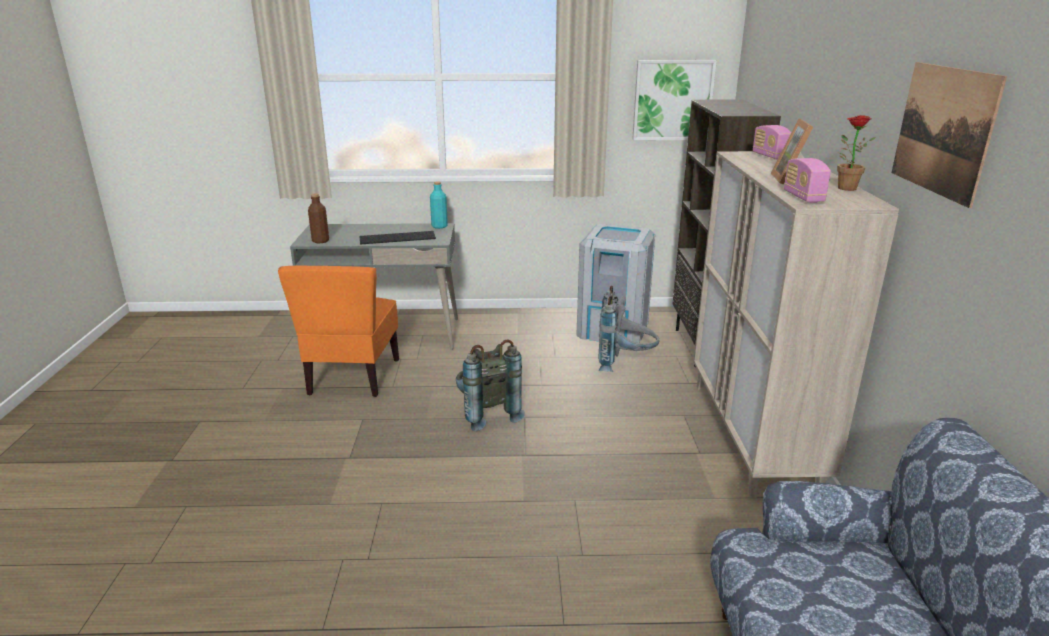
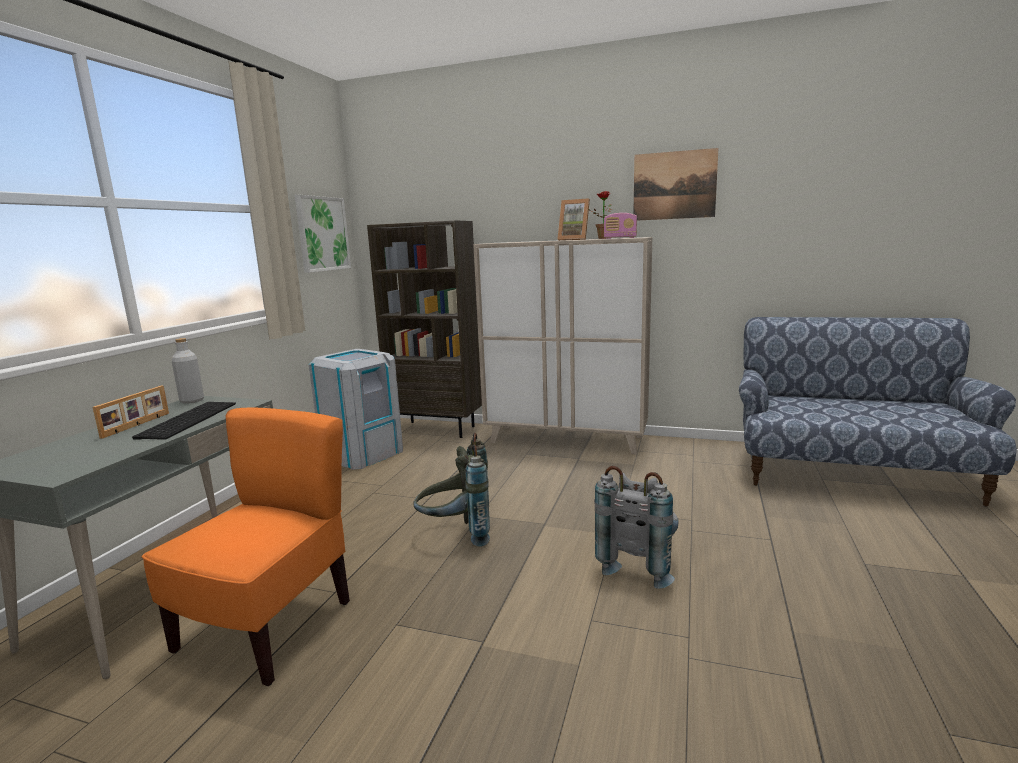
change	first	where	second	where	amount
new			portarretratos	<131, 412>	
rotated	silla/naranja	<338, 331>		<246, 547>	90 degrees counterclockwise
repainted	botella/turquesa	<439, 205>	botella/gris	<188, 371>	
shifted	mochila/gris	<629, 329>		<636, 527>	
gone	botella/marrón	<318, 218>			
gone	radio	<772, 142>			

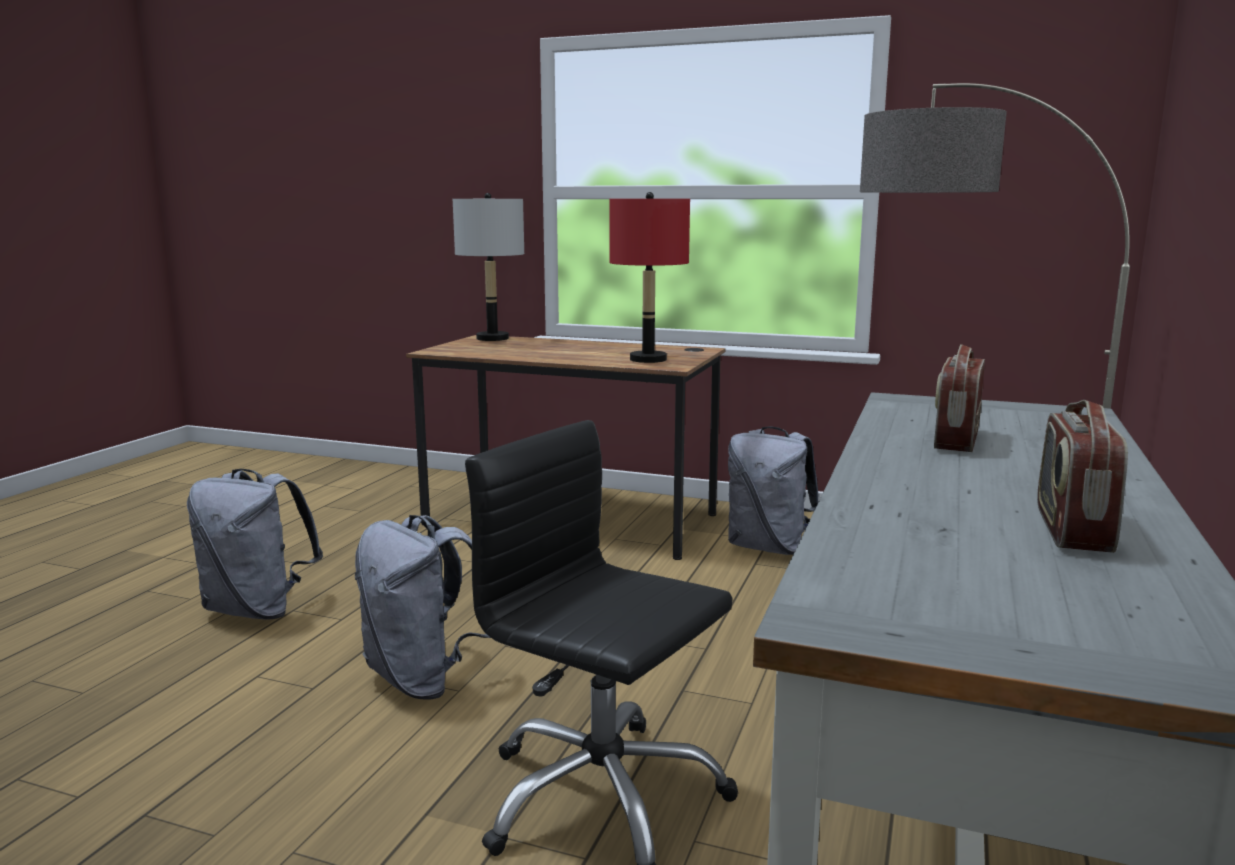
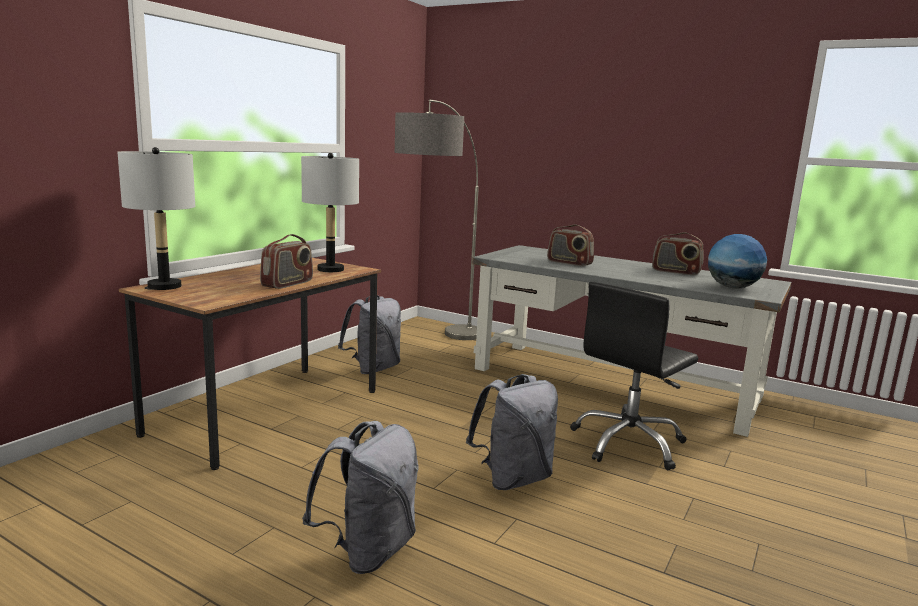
change	first	where	second	where	amount
new			radio	<286, 261>	
repainted	lámpara de mesa/rojo	<649, 277>	lámpara de mesa/gris	<330, 212>	
new			globo terráqueo	<737, 261>	

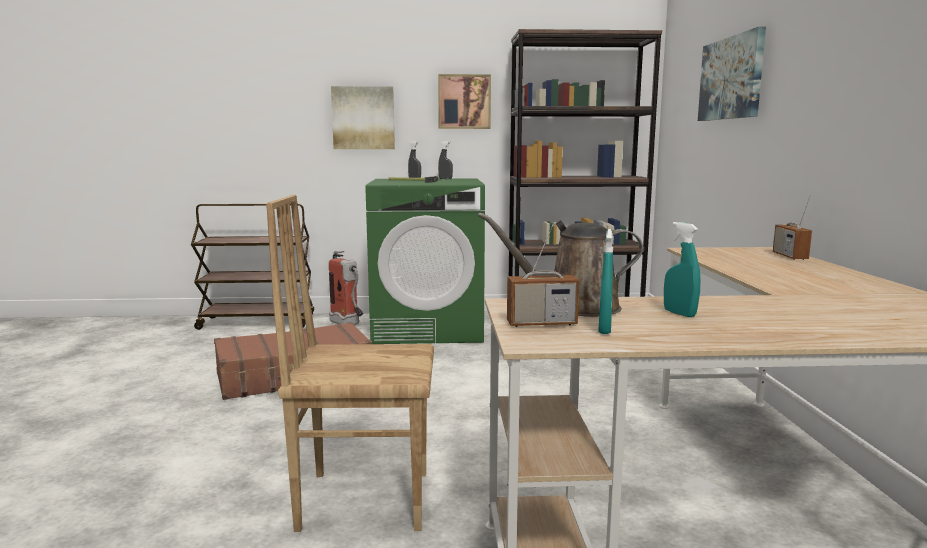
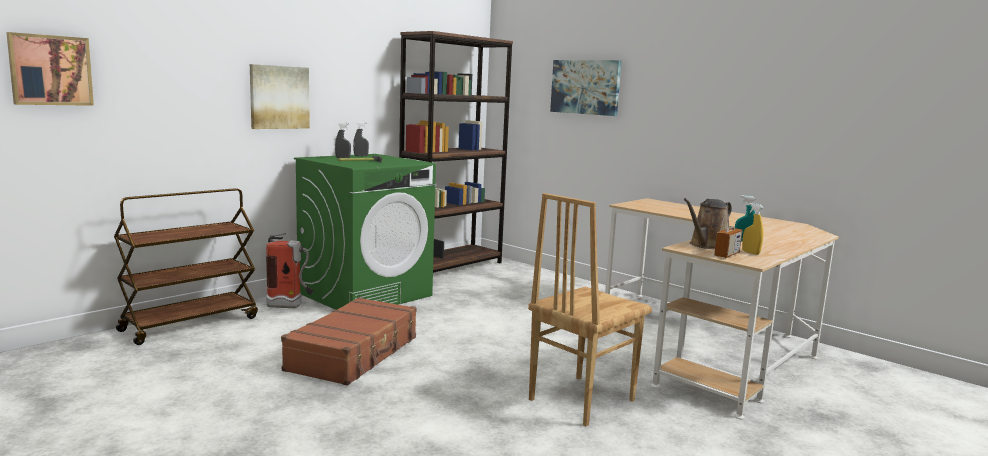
change	first	where	second	where	amount
shifted	cuadro	<464, 101>		<50, 69>	
repainted	pulverizador/turquesa	<605, 281>	pulverizador/amarillo	<752, 229>	
gone	radio	<792, 227>			

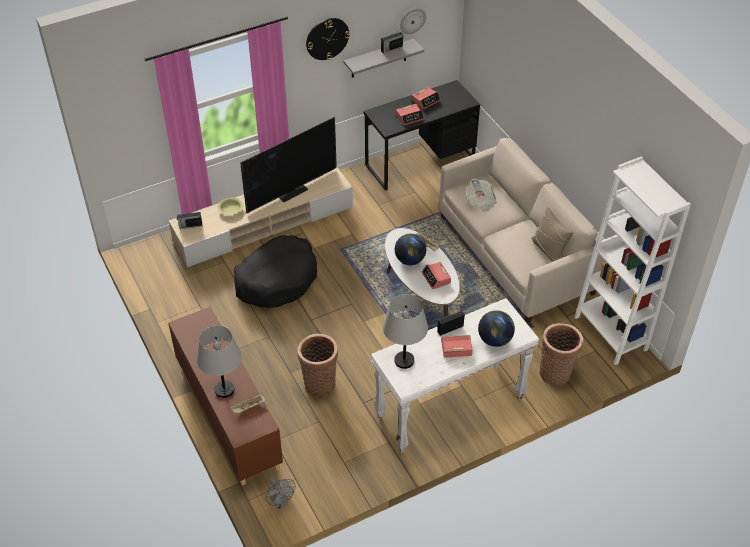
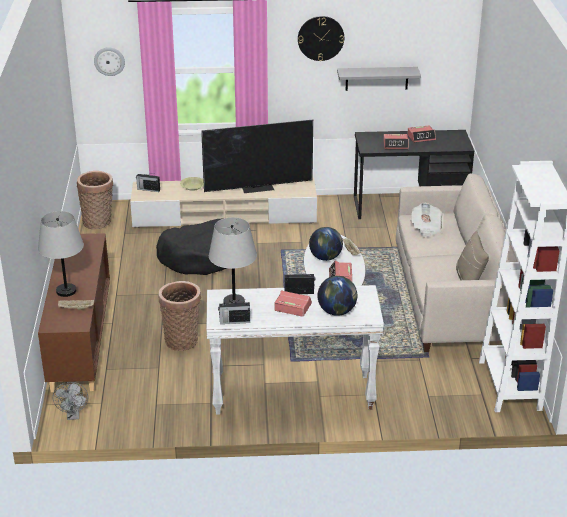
change	first	where	second	where	amount
shifted	cesta	<561, 354>		<95, 200>	
shifted	reloj de pared	<413, 21>		<109, 61>	
shifted	radio	<392, 42>		<234, 311>	

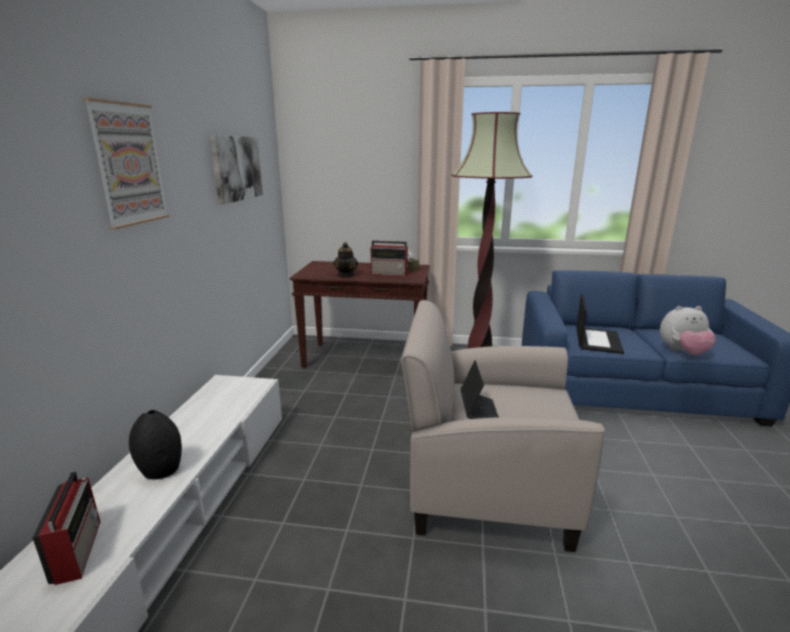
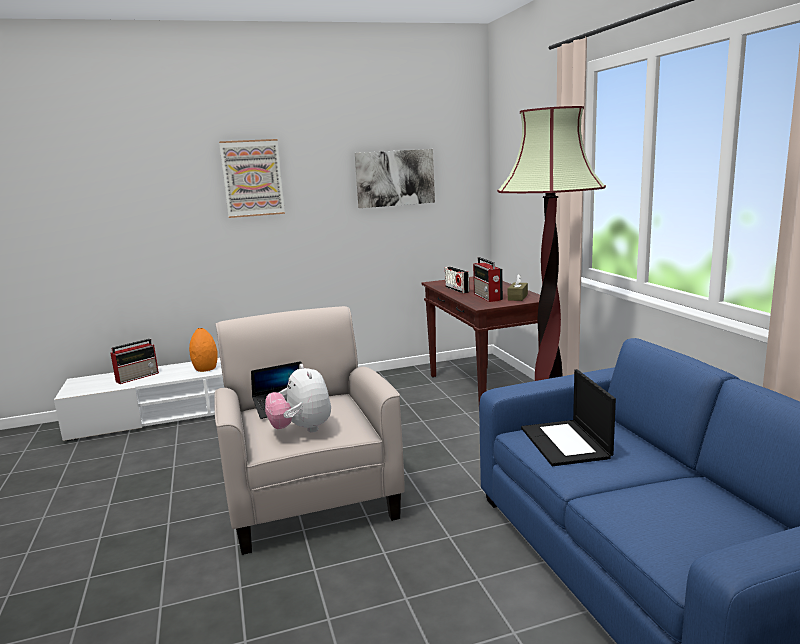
change	first	where	second	where	amount
repainted	florero/negro	<155, 444>	florero/naranja	<203, 350>	
shifted	peluche	<688, 330>		<298, 398>	
swapped	tetera	<345, 259>	radio	<457, 279>	
rotated	portátil	<600, 324>		<568, 417>	90 degrees clockwise

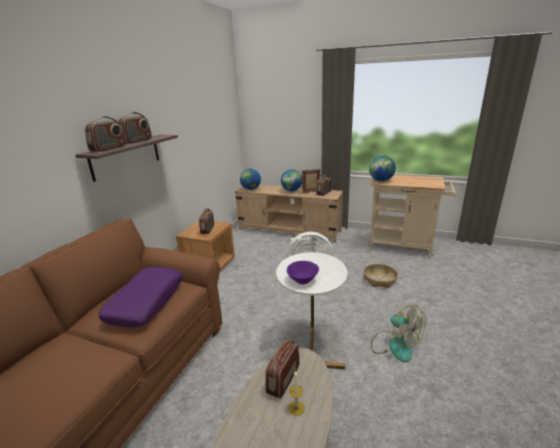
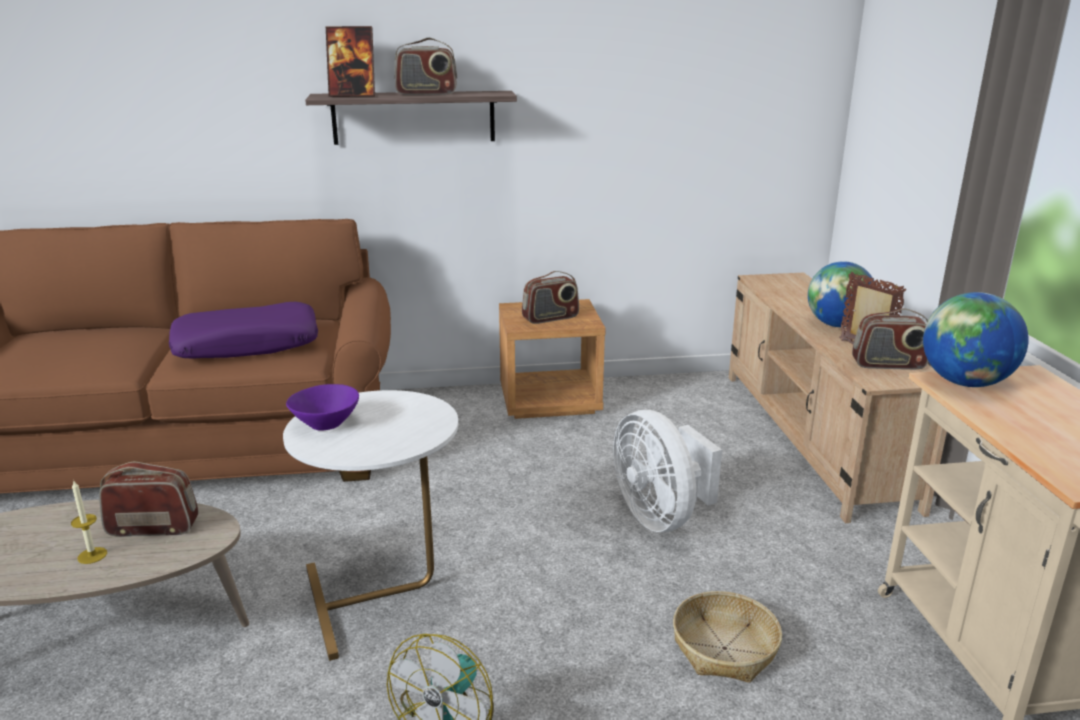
change	first	where	second	where	amount
swapped	radio	<105, 134>	portarretratos	<350, 61>	
gone	globo terráqueo	<250, 179>			

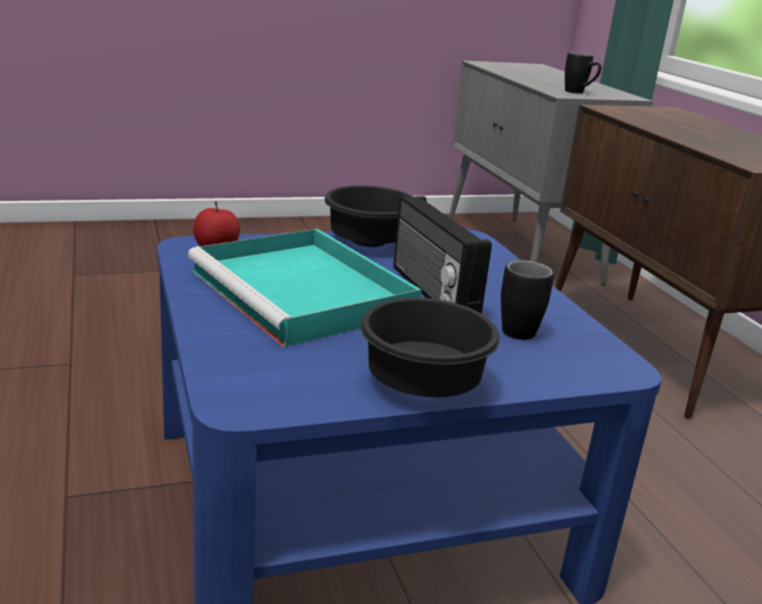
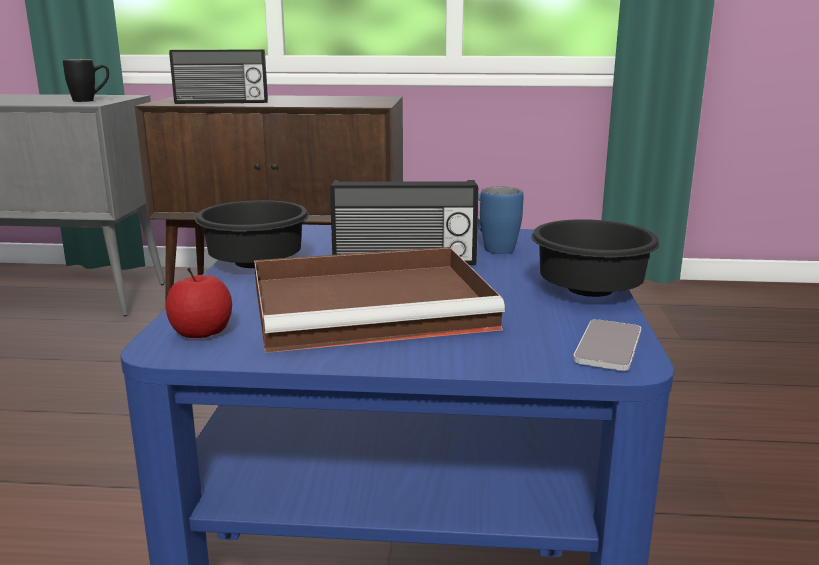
change	first	where	second	where	amount
new			radio	<218, 76>	
repainted	bandeja/turquesa	<305, 288>	bandeja/marrón	<379, 300>	
repainted	taza grande/negro	<527, 300>	taza grande/azul	<500, 220>	
new			móvil	<607, 345>	

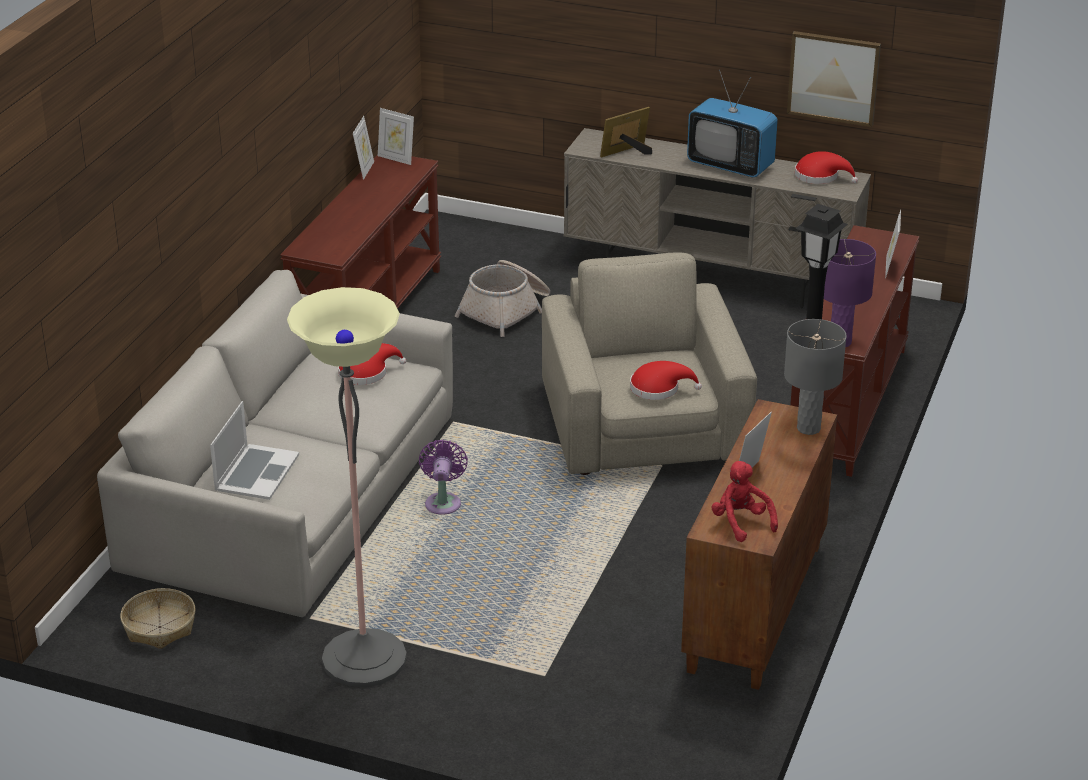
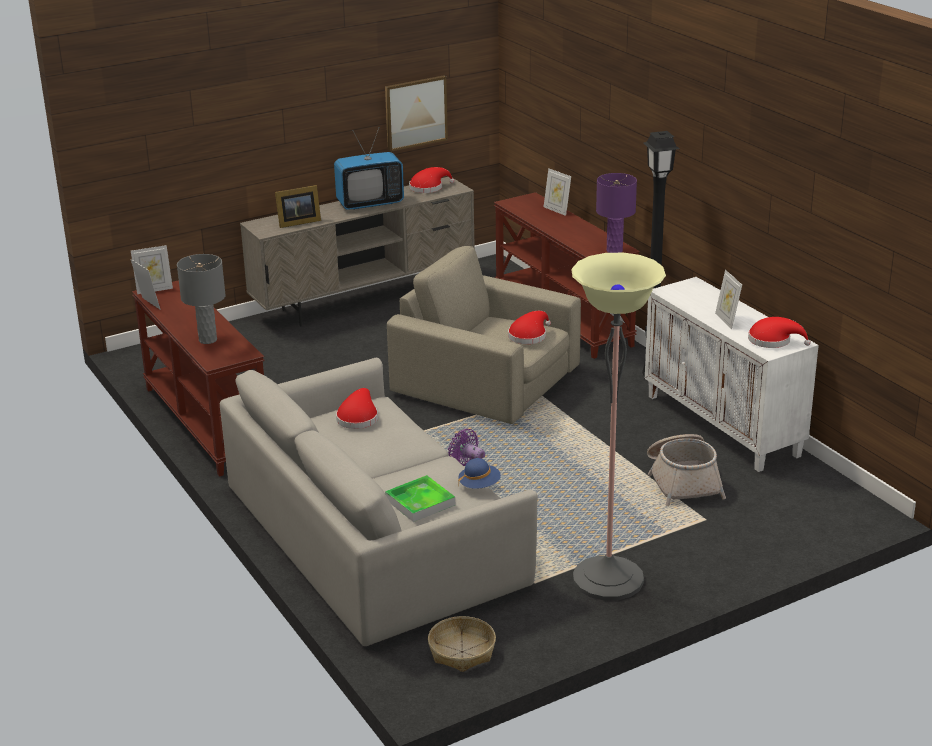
change	first	where	second	where	amount
shifted	lámpara de mesa/gris	<815, 377>		<201, 299>	
rotated	portarretratos	<626, 132>		<298, 206>	120 degrees counterclockwise
swapped	portátil	<254, 450>	bandeja	<420, 498>	
new			sombrero/azul	<479, 473>	
repainted	armario/marrón	<759, 544>	armario/blanco	<732, 374>	
shifted	cesta	<502, 298>		<686, 470>	
swapped	peluche/rojo	<744, 501>	sombrero/rojo	<779, 332>	

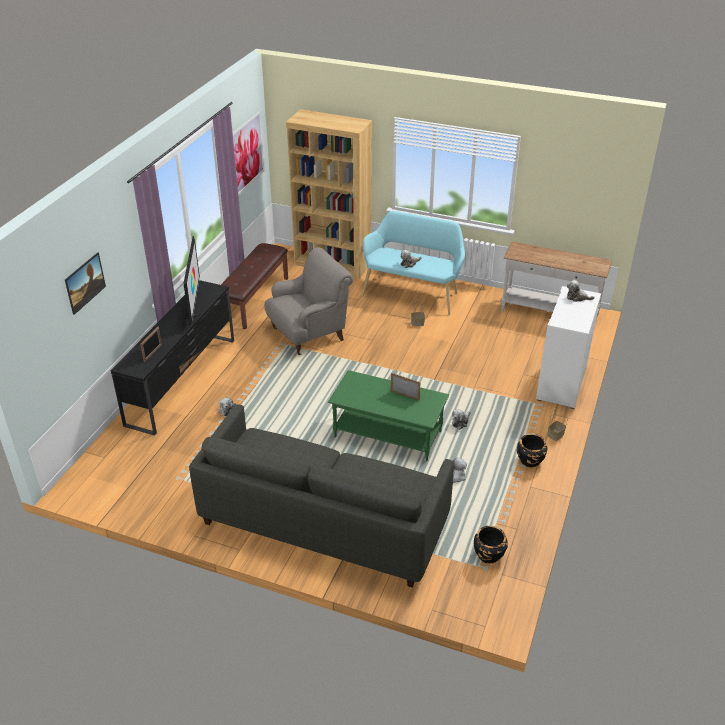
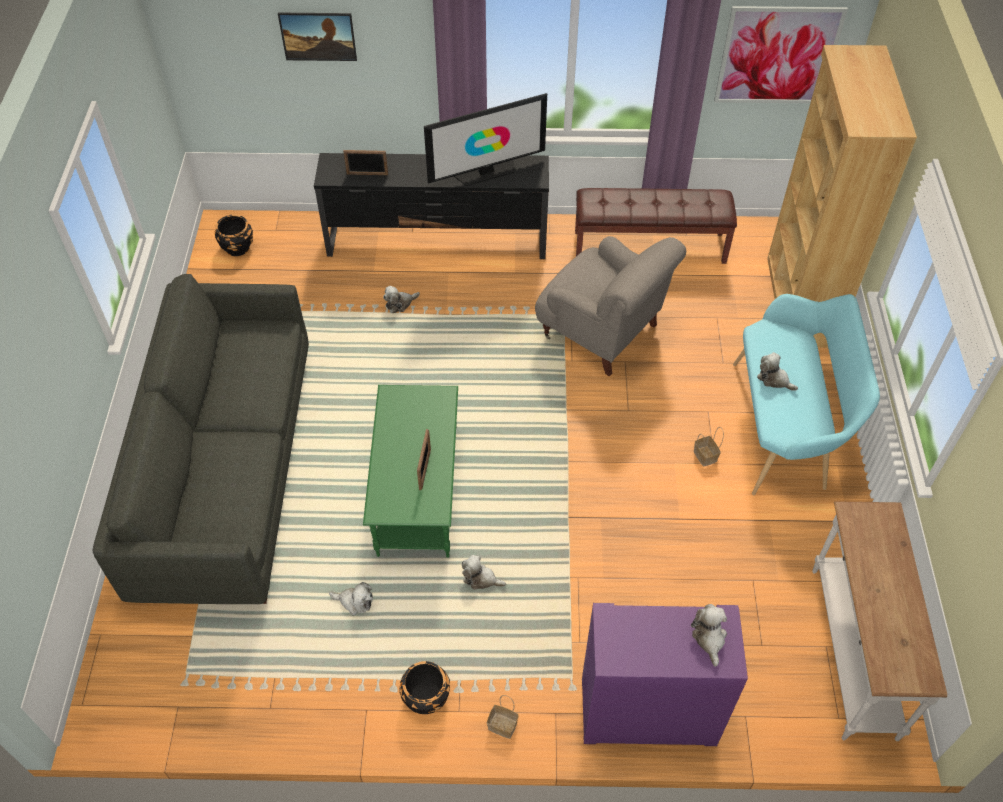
change	first	where	second	where	amount
shifted	maceta/negro	<491, 545>		<234, 235>	
repainted	armario/blanco	<568, 347>	armario/morado	<665, 674>	

